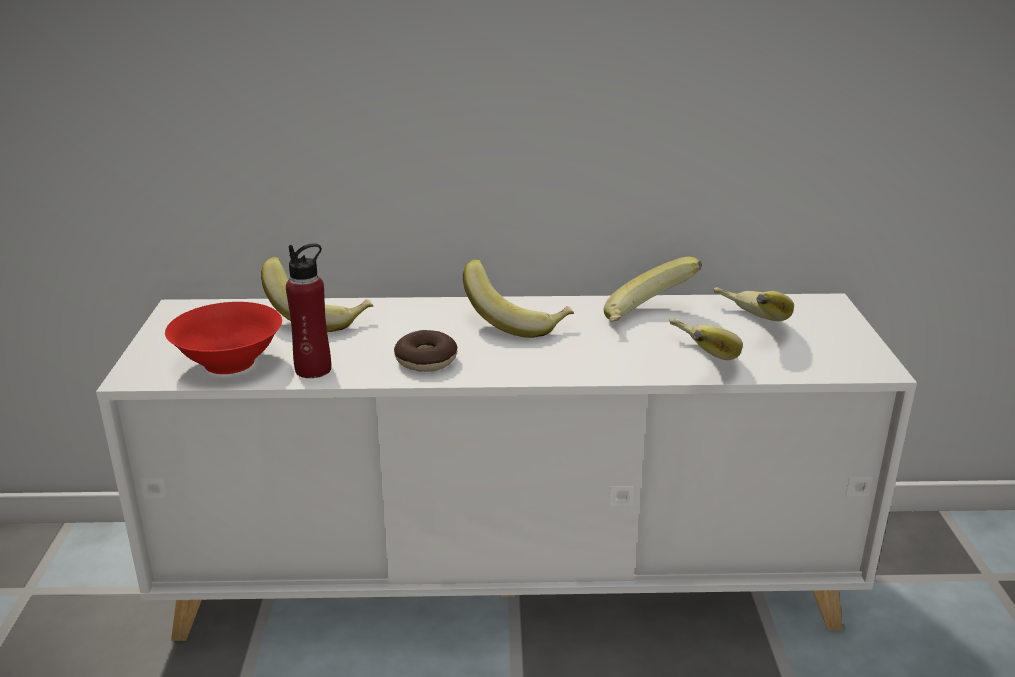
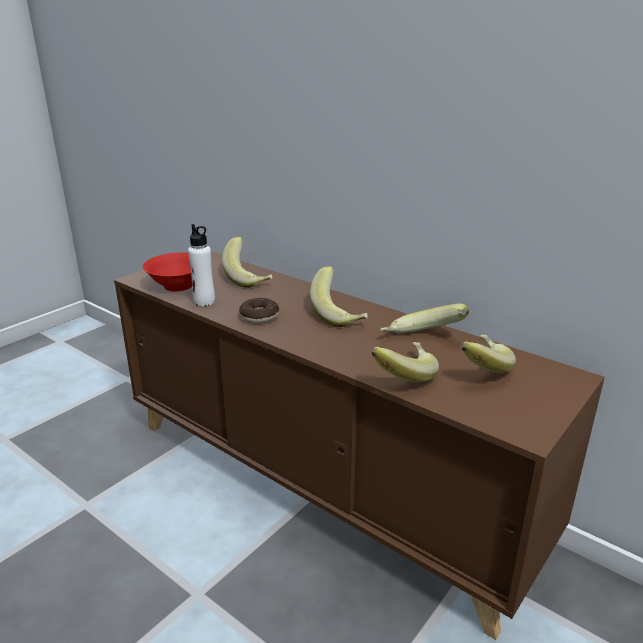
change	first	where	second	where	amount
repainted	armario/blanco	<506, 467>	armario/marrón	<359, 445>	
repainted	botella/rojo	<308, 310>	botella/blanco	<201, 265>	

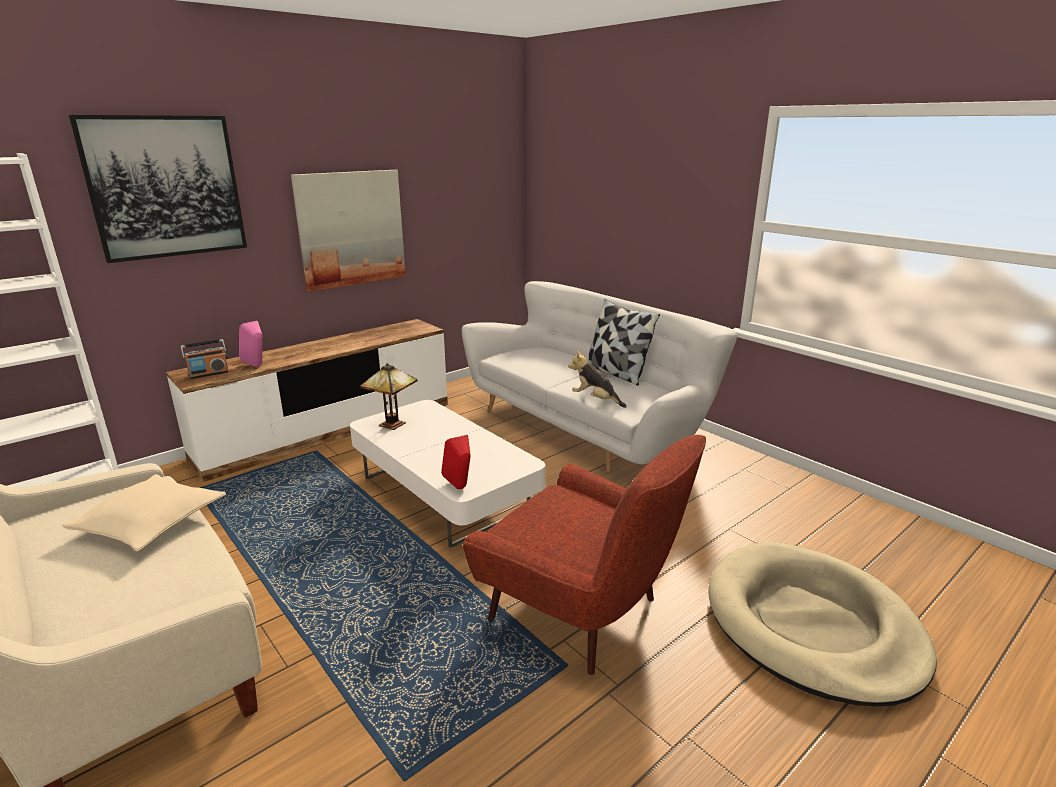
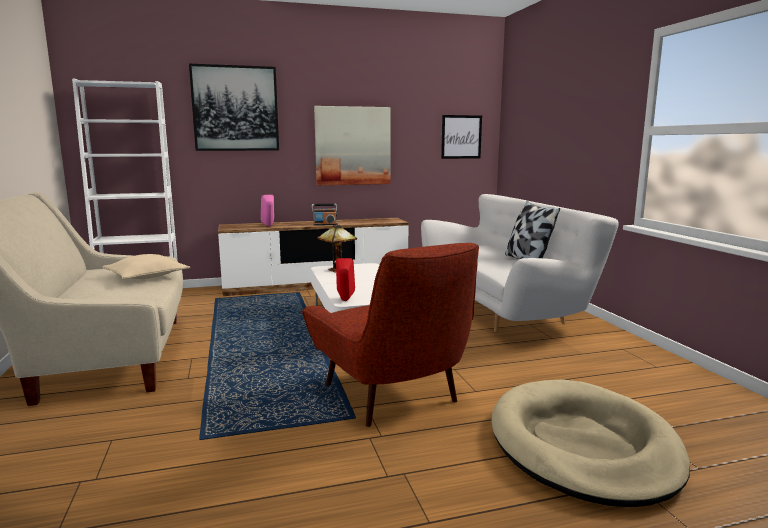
change	first	where	second	where	amount
shifted	radio	<205, 359>		<324, 215>	
new			cuadro	<461, 137>	
gone	peluche	<597, 379>			

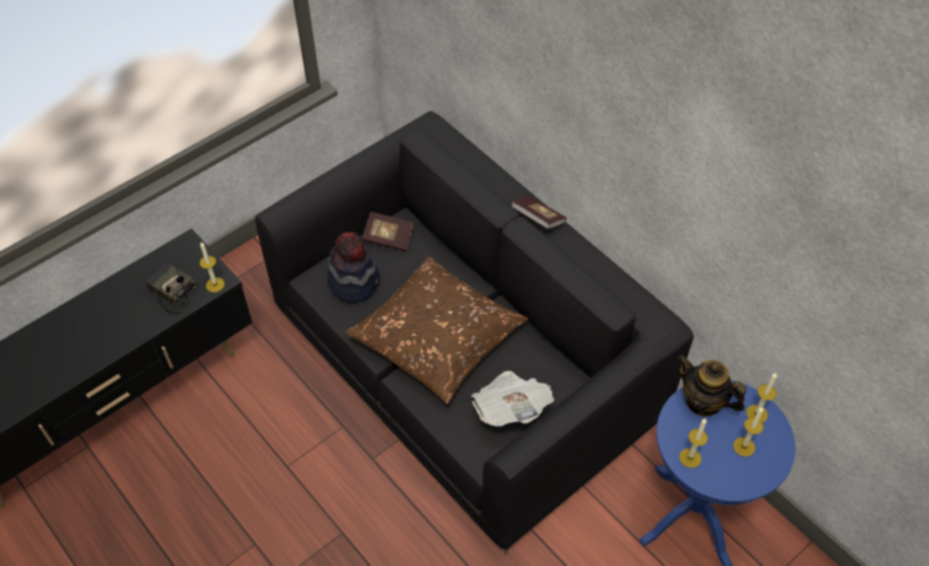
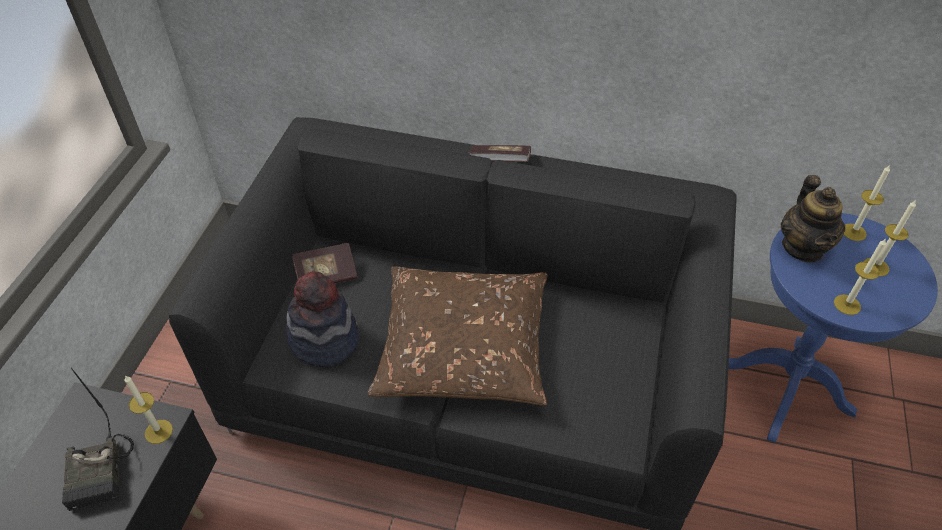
change	first	where	second	where	amount
rotated	radio	<172, 288>		<98, 439>	105 degrees counterclockwise
rotated	tetera	<712, 385>		<813, 219>	90 degrees counterclockwise
gone	periódico	<512, 398>			

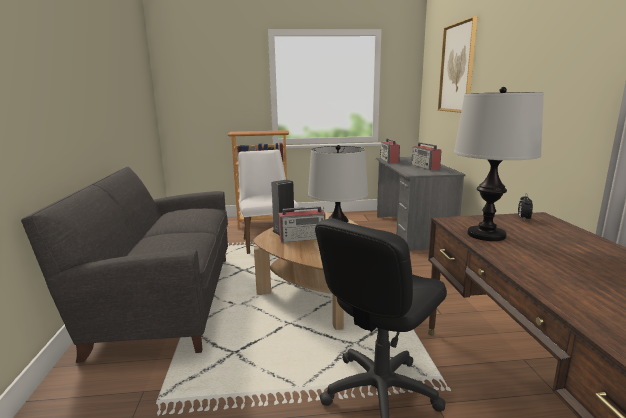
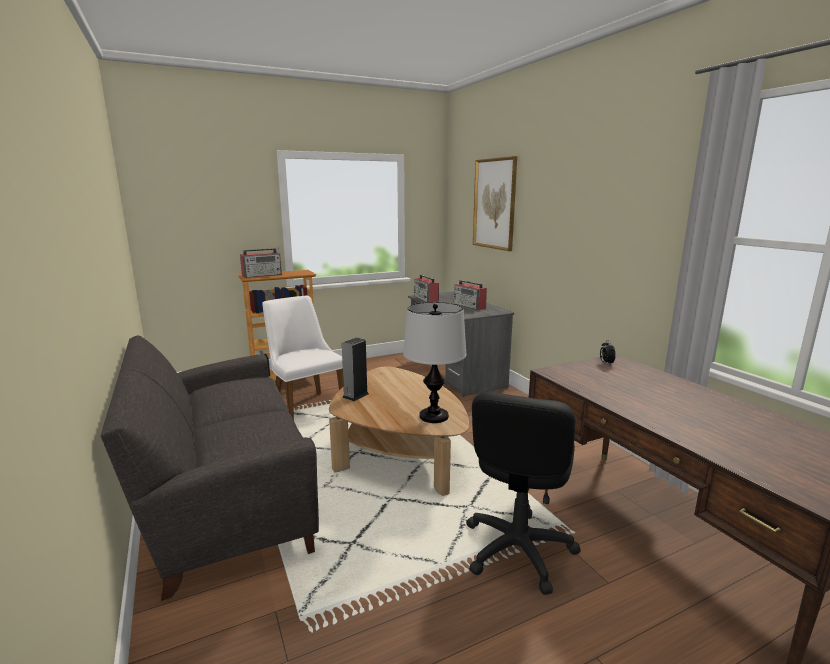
change	first	where	second	where	amount
shifted	radio	<302, 224>		<261, 262>	
gone	lámpara de mesa	<499, 164>			

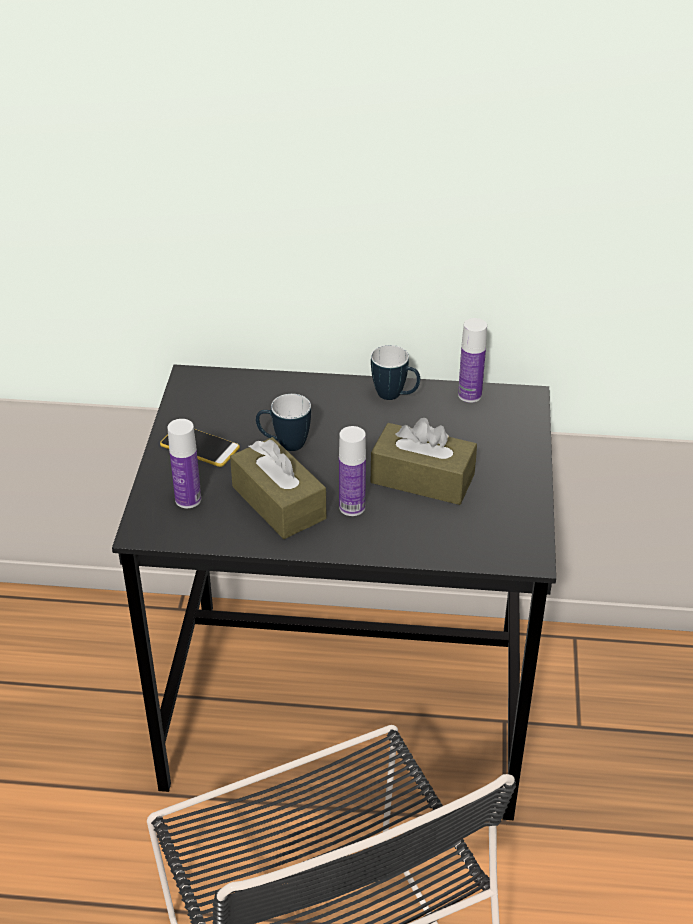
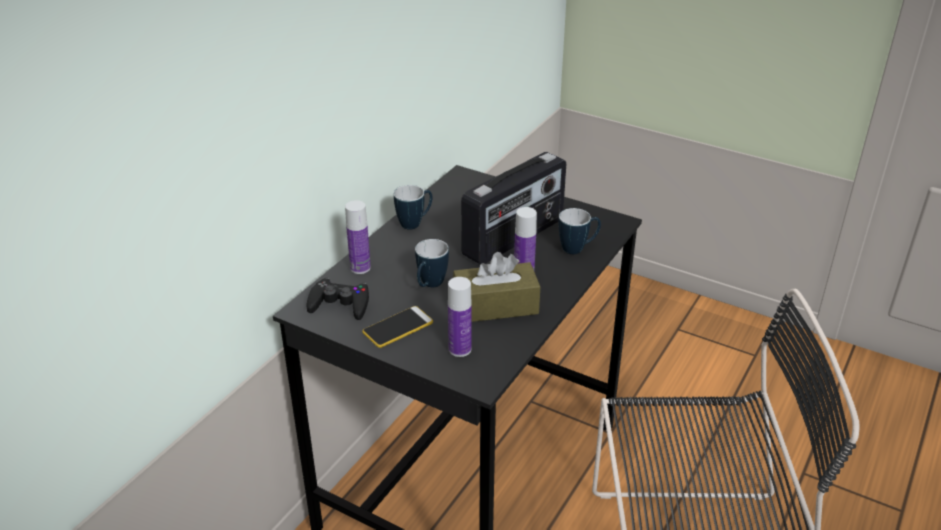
change	first	where	second	where	amount
new			mando de consola/negro	<338, 299>	
shifted	botella	<472, 360>		<358, 237>	
swapped	caja de pañuelos/marrón	<424, 461>	radio	<513, 208>	
new			taza grande	<580, 231>	

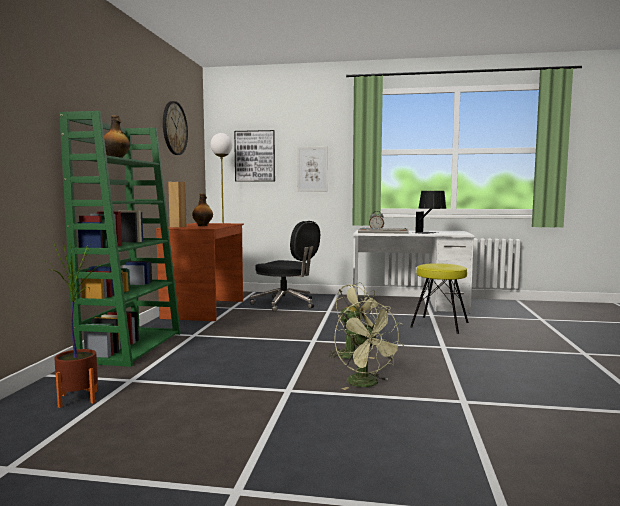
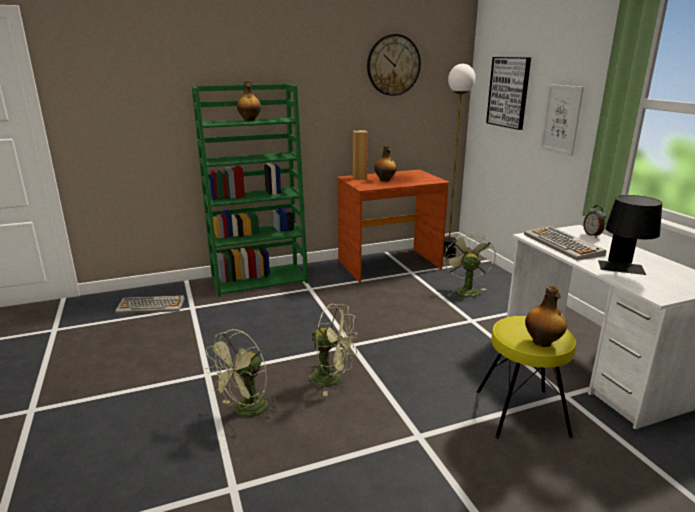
change	first	where	second	where	amount
swapped	planta en maceta	<71, 324>	teclado	<150, 304>	
swapped	silla de oficina/negro	<285, 266>	ventilador/verde	<470, 266>	
new			botella	<546, 316>	

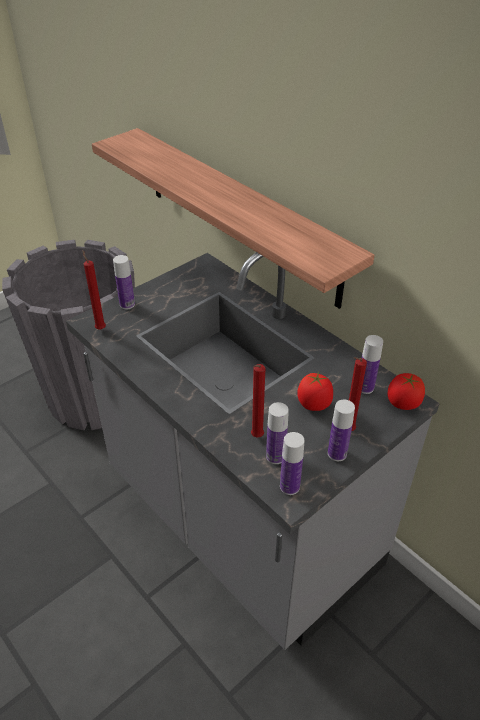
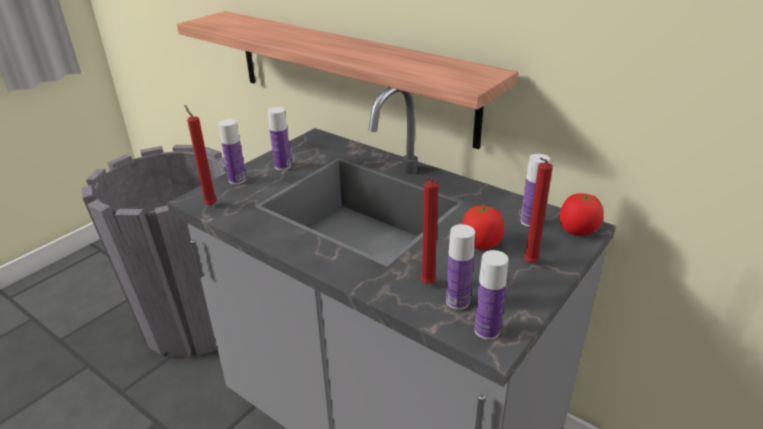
change	first	where	second	where	amount
shifted	botella	<341, 430>		<279, 138>	

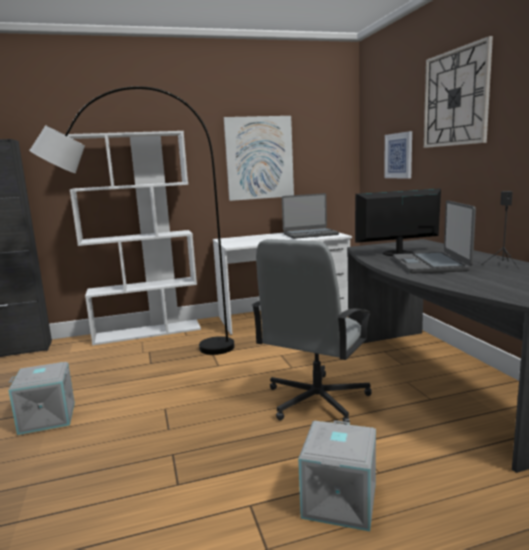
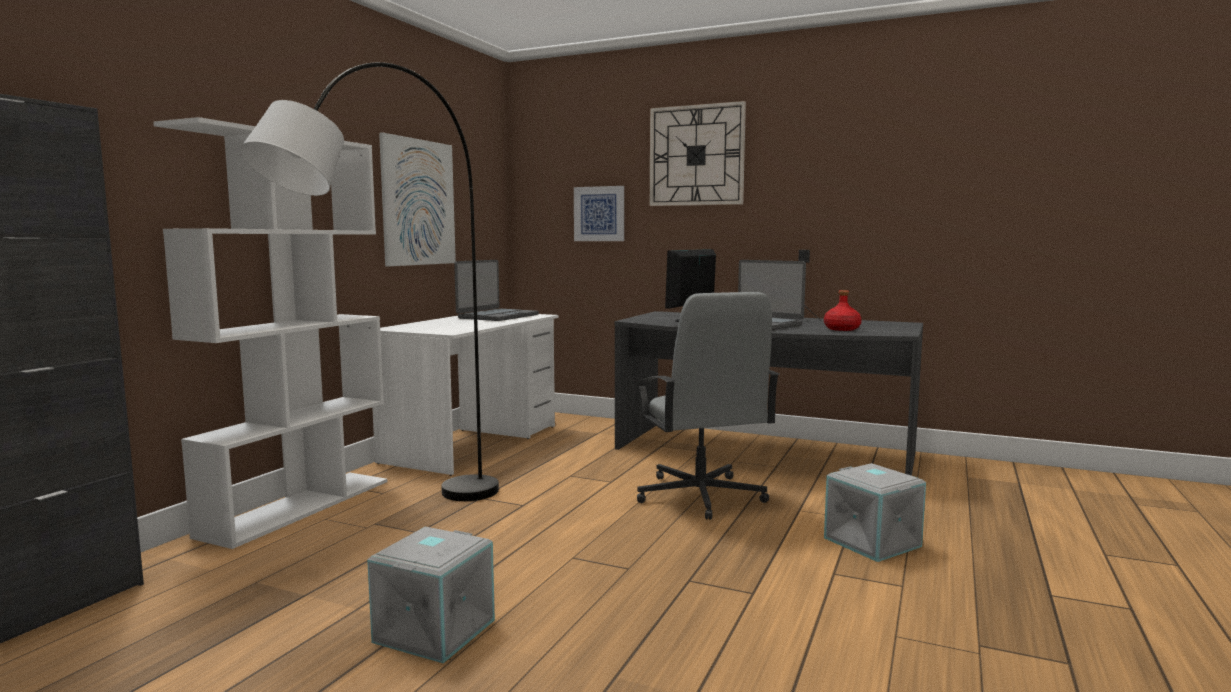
change	first	where	second	where	amount
new			botella/rojo	<843, 310>	

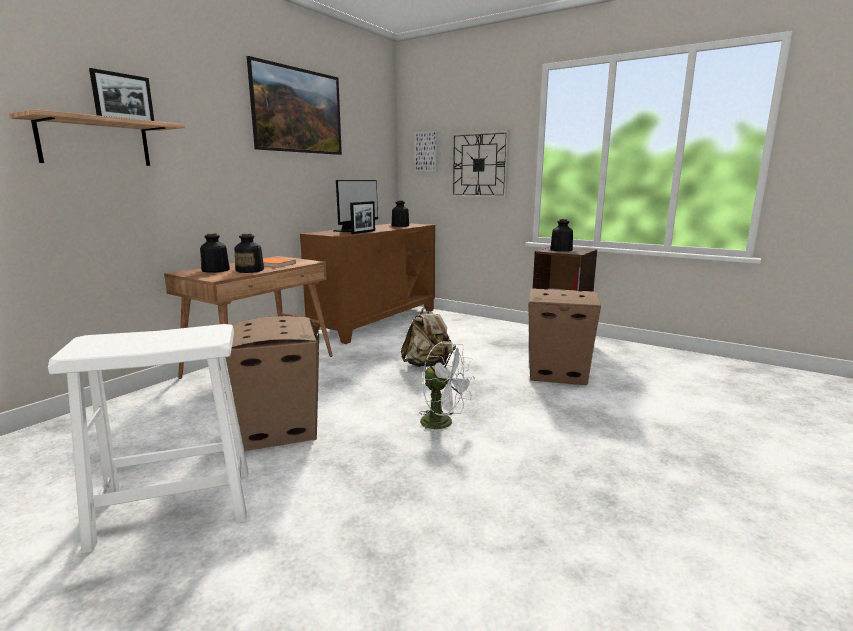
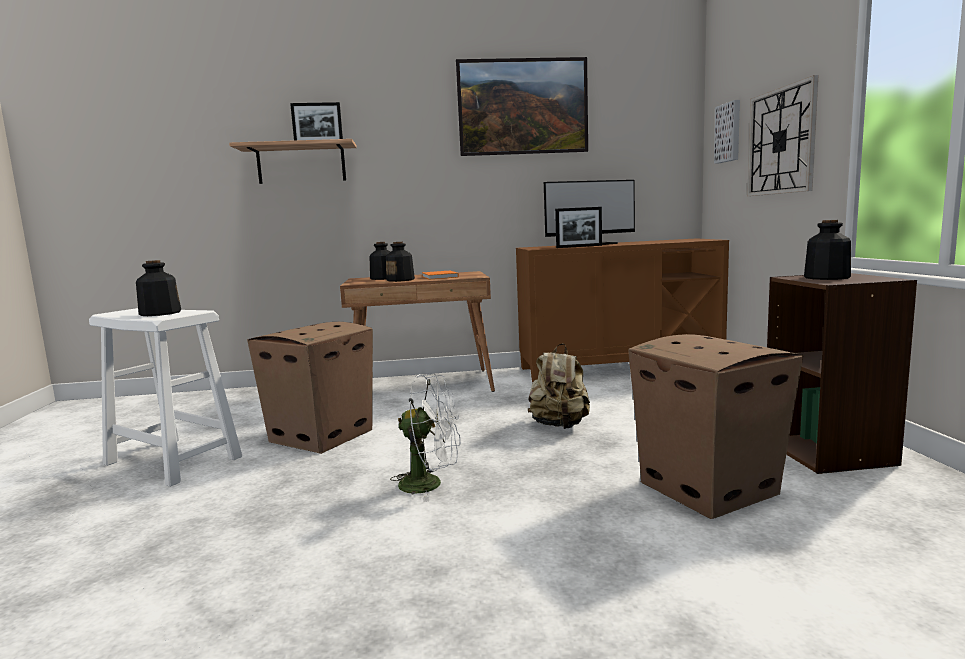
change	first	where	second	where	amount
shifted	botella	<400, 213>		<158, 288>	
rotated	ventilador/blanco	<447, 389>		<425, 437>	75 degrees counterclockwise

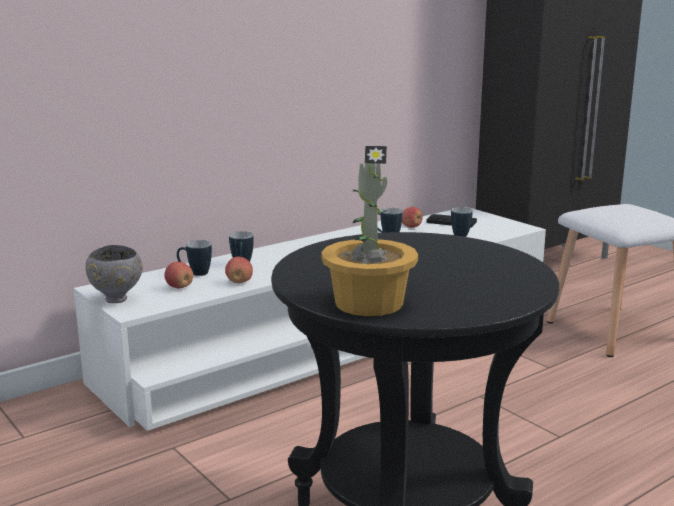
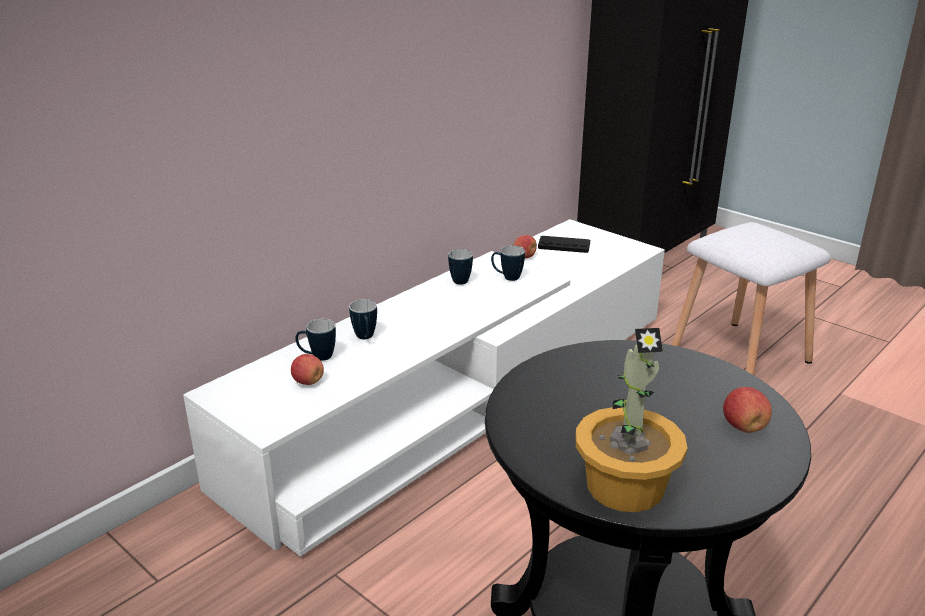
change	first	where	second	where	amount
shifted	taza grande	<462, 222>		<460, 267>	
shifted	manzana	<239, 270>		<747, 410>	
gone	cuenco/gris	<114, 274>			

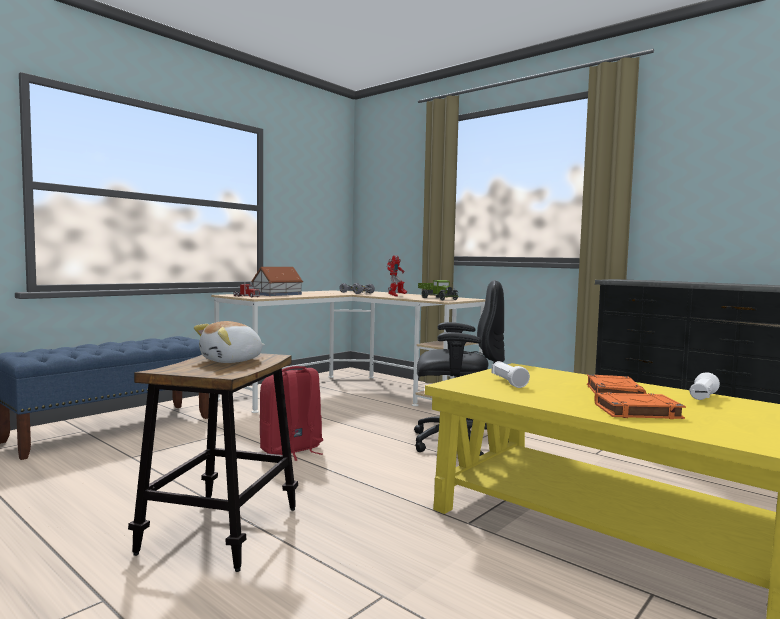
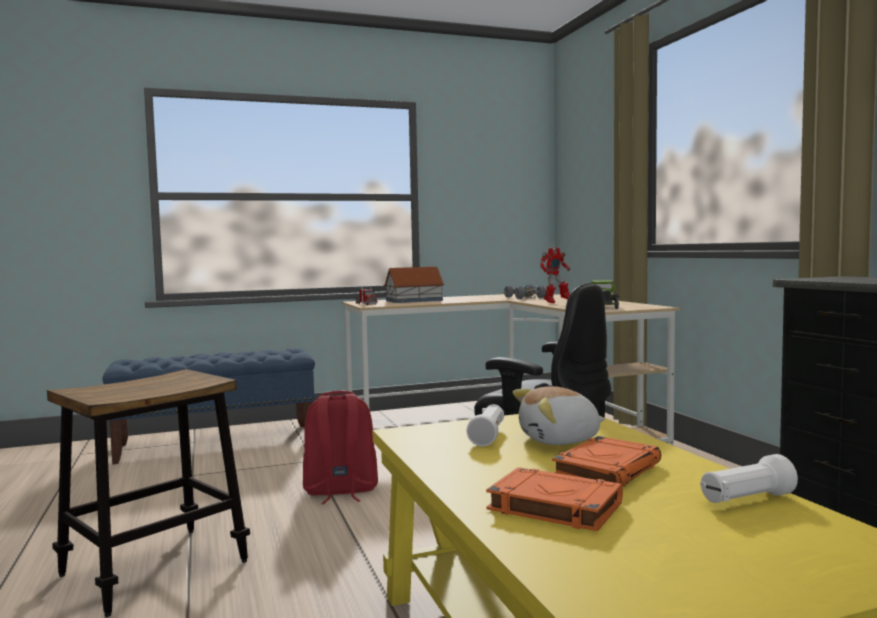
change	first	where	second	where	amount
shifted	peluche	<229, 342>		<558, 415>	

